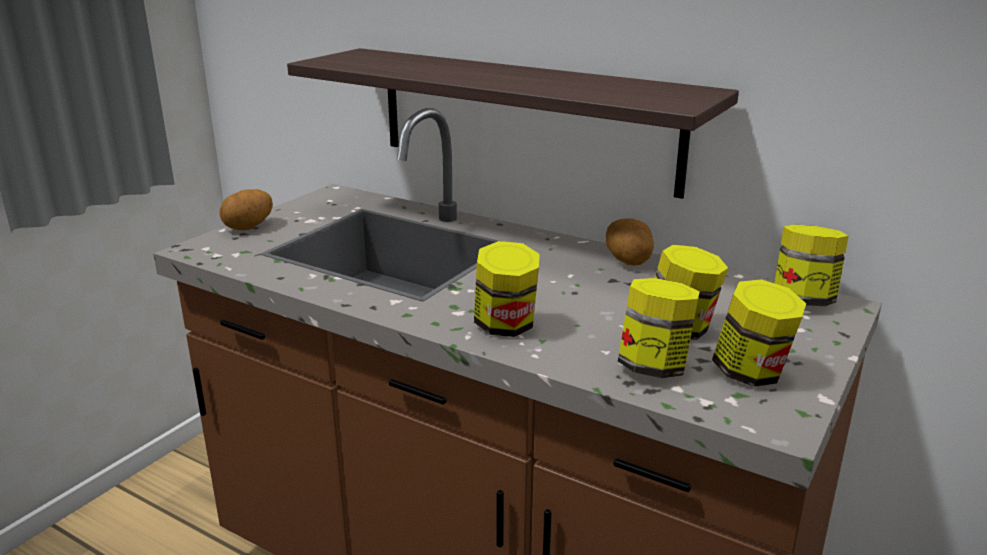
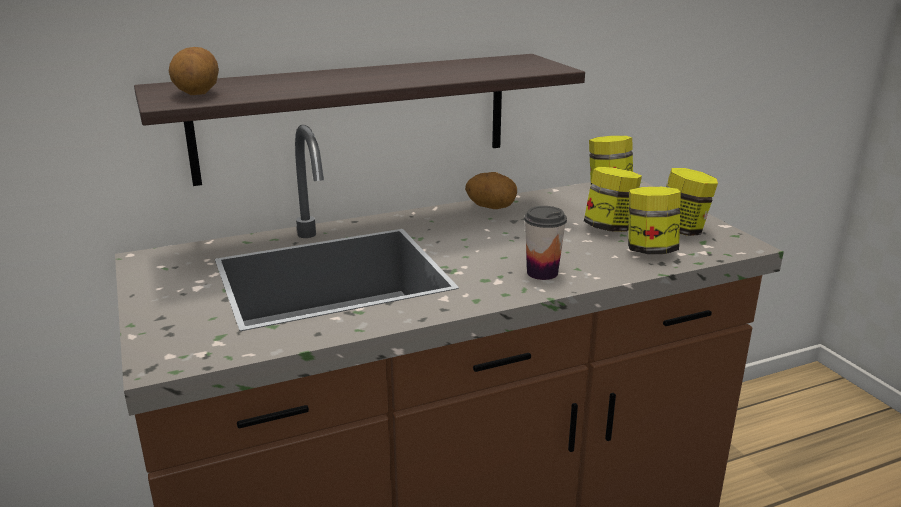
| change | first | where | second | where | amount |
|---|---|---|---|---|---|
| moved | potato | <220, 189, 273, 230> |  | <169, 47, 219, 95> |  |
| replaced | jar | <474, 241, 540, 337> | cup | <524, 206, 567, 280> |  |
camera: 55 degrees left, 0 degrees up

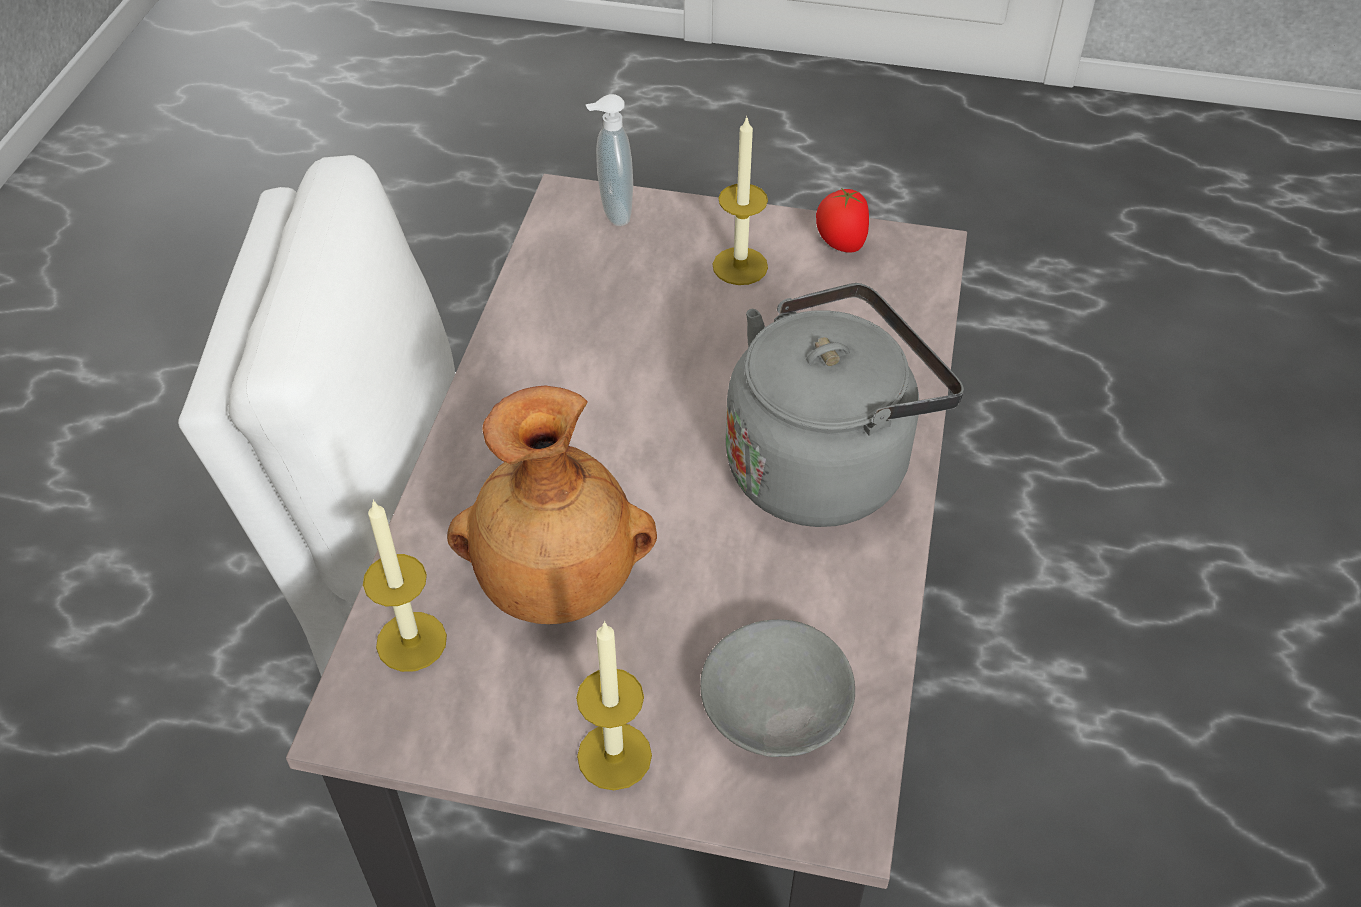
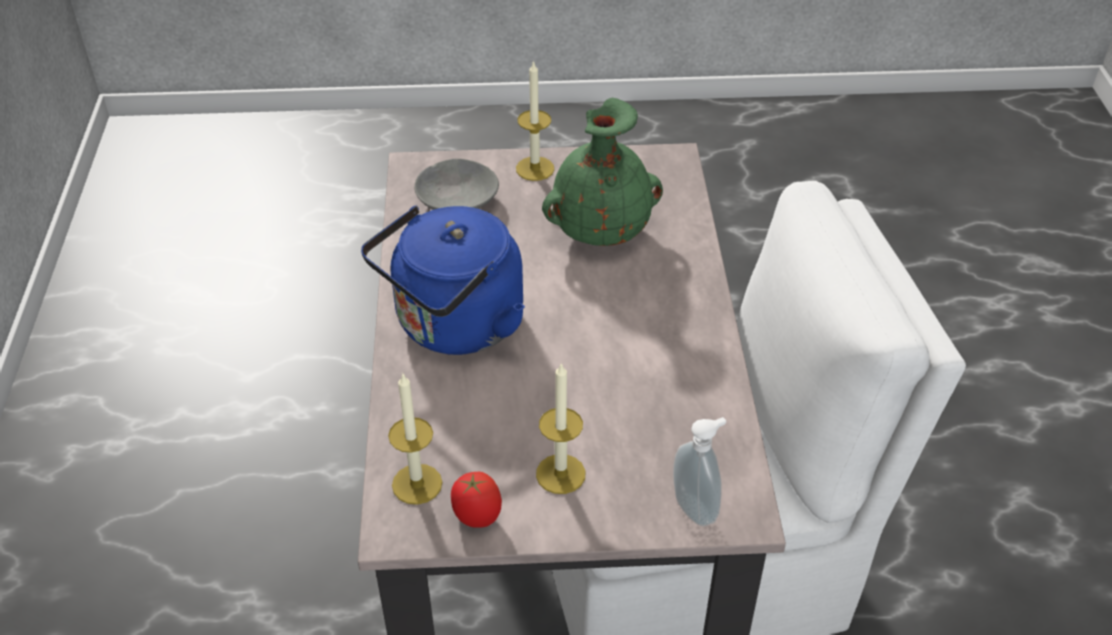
| change | first | where | second | where | amount |
|---|---|---|---|---|---|
| moved | candle | <363, 499, 447, 672> |  | <388, 373, 442, 505> |  |
| recoloured | vase/brown | <447, 386, 657, 624> | vase/green | <542, 98, 663, 246> |  |
| recoloured | kettle/grey | <725, 283, 964, 527> | kettle/blue | <361, 206, 525, 355> |  |
camera: 165 degrees right, 5 degrees down

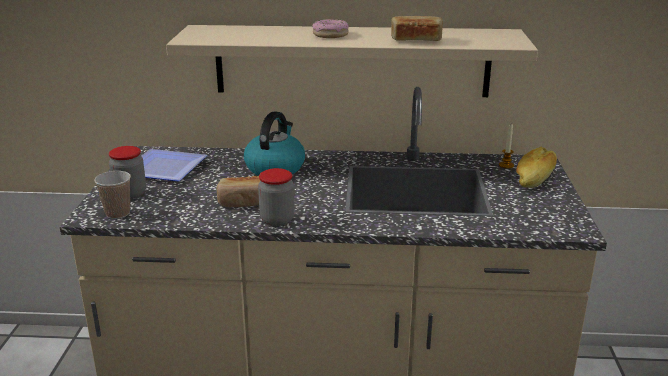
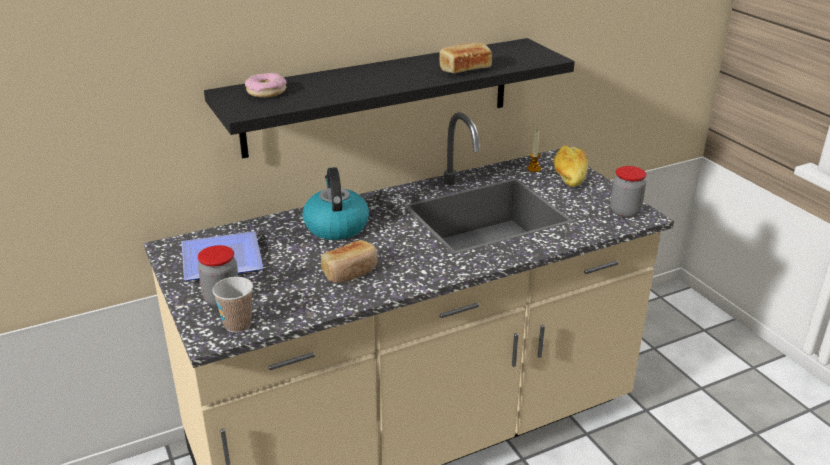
| change | first | where | second | where | amount |
|---|---|---|---|---|---|
| recoloured | shelf/beige | <166, 25, 538, 97> | shelf/black | <204, 38, 575, 158> |  |
| moved | jar | <258, 168, 295, 226> |  | <610, 166, 647, 218> |  |
| moved | donut | <312, 19, 349, 38> |  | <245, 73, 287, 98> |  |
camera: 30 degrees left, 5 degrees up

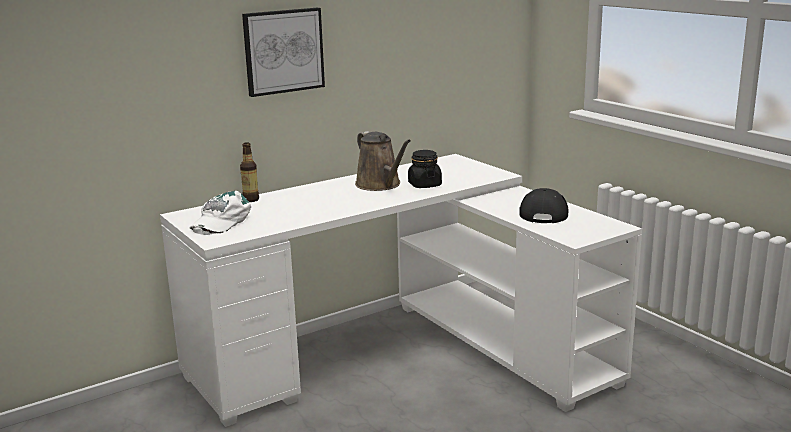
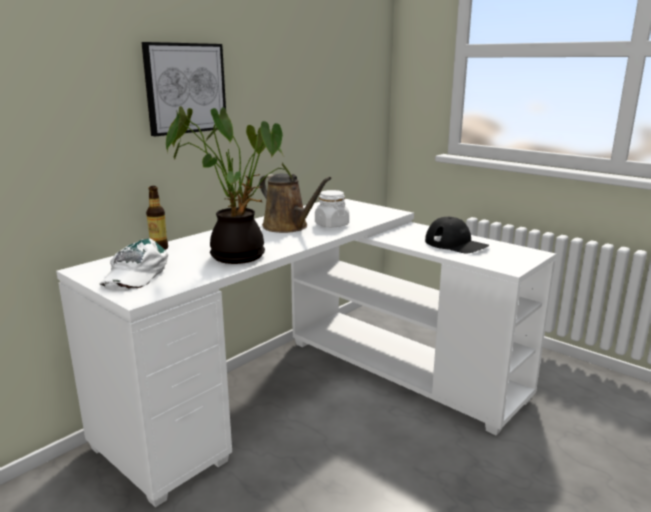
| change | first | where | second | where | amount |
|---|---|---|---|---|---|
| recoloured | jar/black | <408, 150, 442, 188> | jar/white | <315, 190, 349, 228> |  |
| turned | cap/black | <519, 188, 569, 223> |  | <425, 217, 489, 254> | 135 degrees clockwise |
| added |  |  | potted plant | <166, 106, 293, 264> |  |
camera: 15 degrees left, 0 degrees up

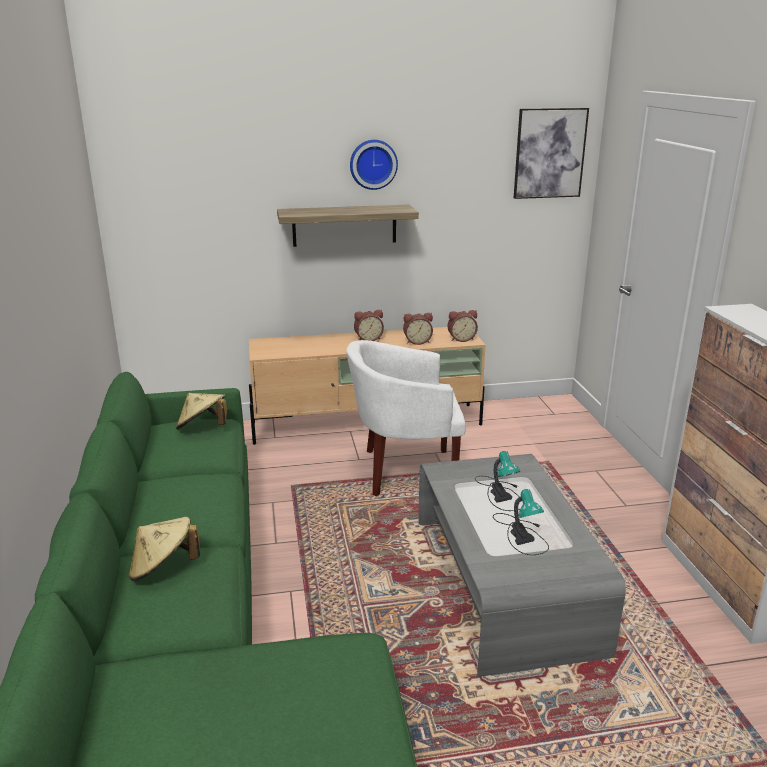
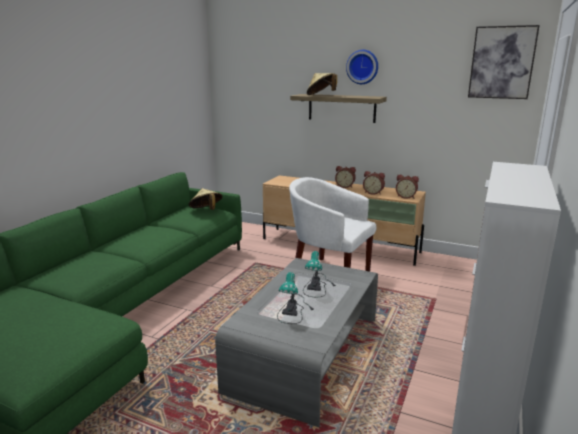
| change | first | where | second | where | amount |
|---|---|---|---|---|---|
| moved | hat/beige | <129, 517, 200, 581> |  | <307, 73, 337, 95> |  |
camera: 35 degrees right, 5 degrees down

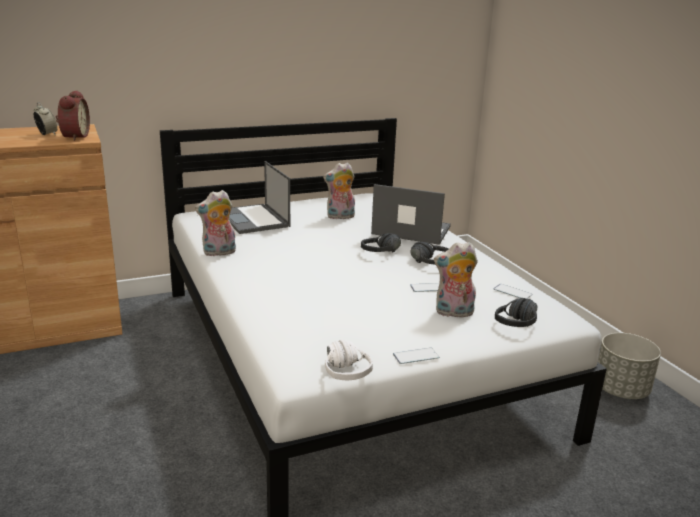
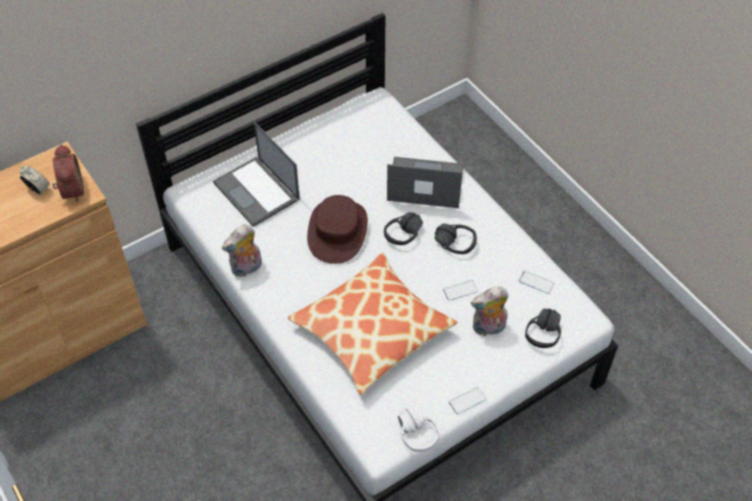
| change | first | where | second | where | amount |
|---|---|---|---|---|---|
| removed | plush toy | <323, 162, 355, 219> |  |  |  |
| removed | planter/grey | <598, 333, 661, 399> |  |  |  |
| added |  |  | pillow | <288, 253, 458, 395> |  |
| added |  |  | hat/brown | <307, 195, 368, 264> |  |
camera: 10 degrees left, 30 degrees up

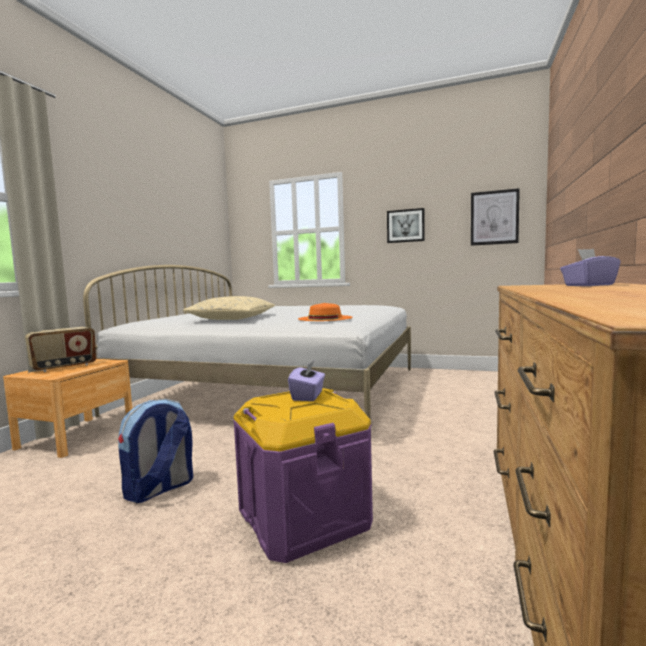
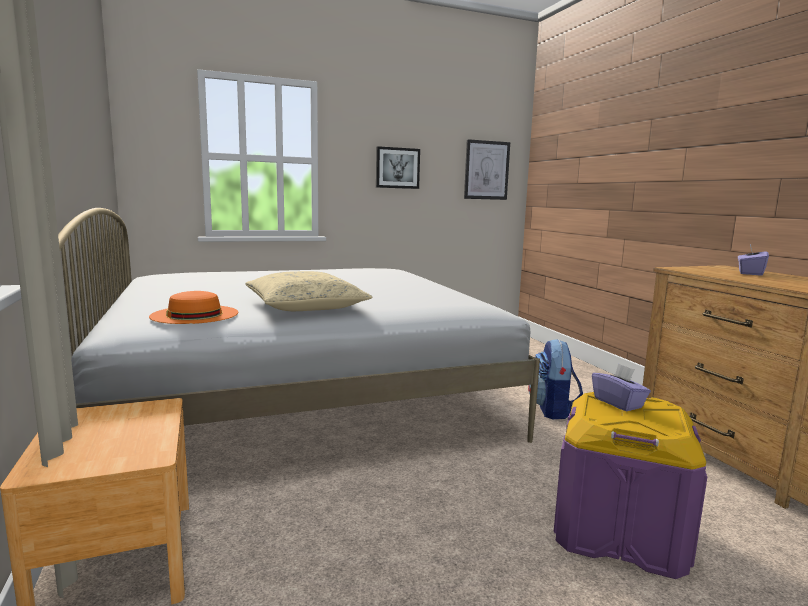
| change | first | where | second | where | amount |
|---|---|---|---|---|---|
| removed | radio | <25, 327, 96, 372> |  |  |  |
| moved | backpack | <118, 399, 193, 503> |  | <528, 339, 583, 419> |  |
| moved | hat/orange | <298, 303, 353, 321> |  | <149, 291, 238, 324> |  |
camera: 40 degrees left, 5 degrees up

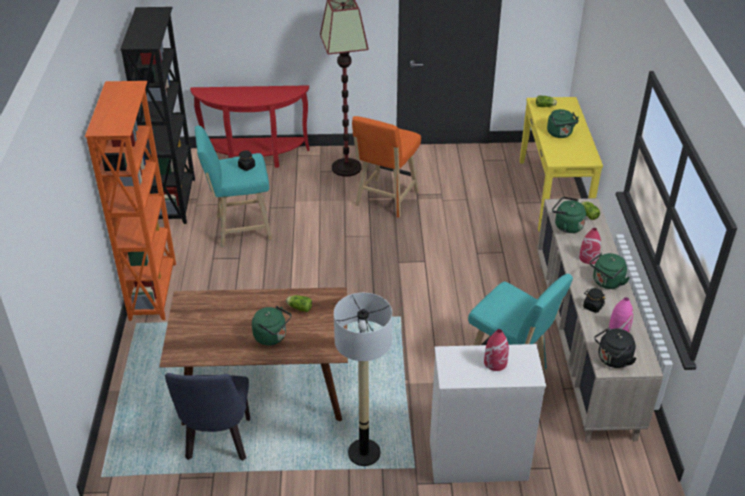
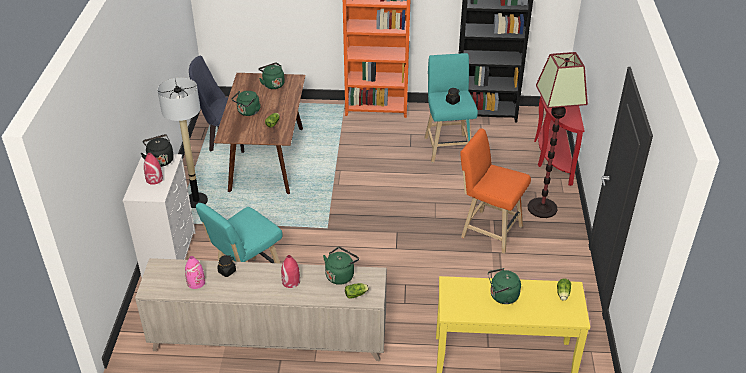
| change | first | where | second | where | amount |
|---|---|---|---|---|---|
| moved | kettle/green | <590, 253, 630, 289> |  | <258, 63, 285, 89> |  |
| moved | kettle/black | <594, 327, 637, 368> |  | <140, 134, 174, 167> |  |
camera: 95 degrees right, 0 degrees up

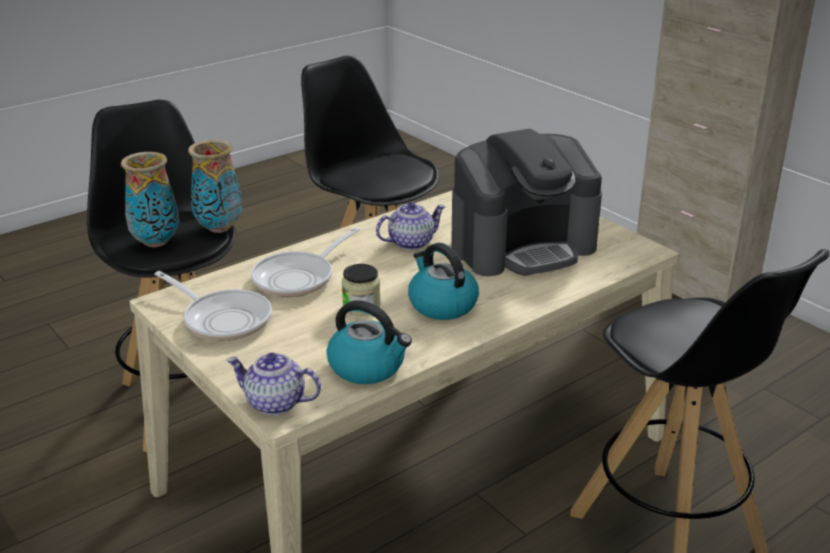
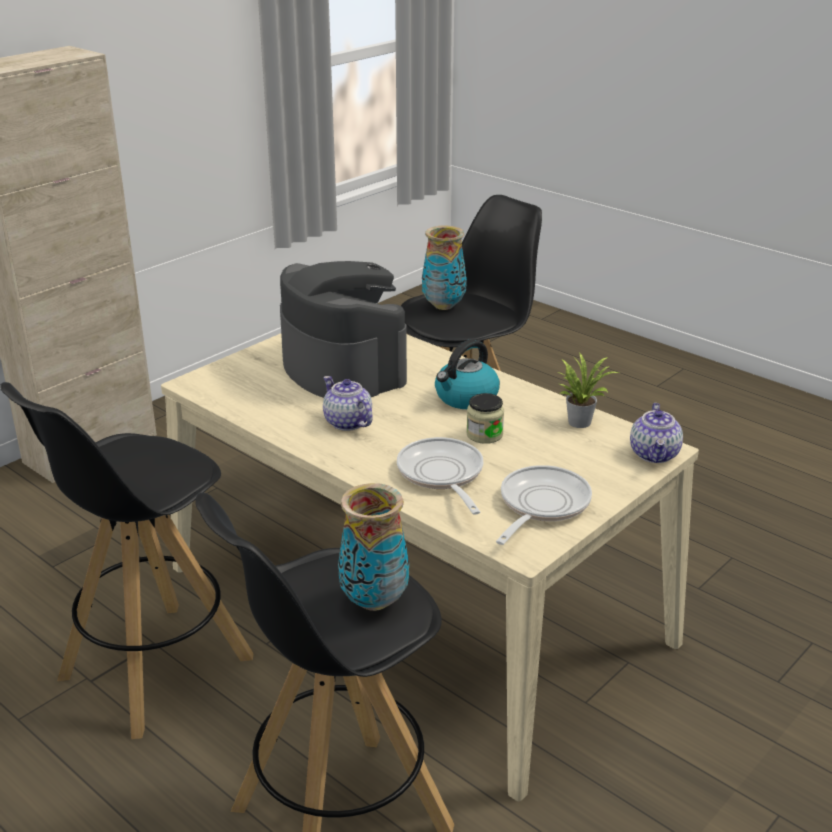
| change | first | where | second | where | amount |
|---|---|---|---|---|---|
| moved | vase | <188, 140, 242, 233> |  | <422, 226, 467, 310> |  |
| turned | frying pan | <251, 227, 360, 297> |  | <397, 437, 483, 515> | 135 degrees counterclockwise |
| replaced | kettle | <326, 300, 412, 384> | potted plant | <559, 353, 619, 428> |  |
camera: 100 degrees left, 0 degrees up

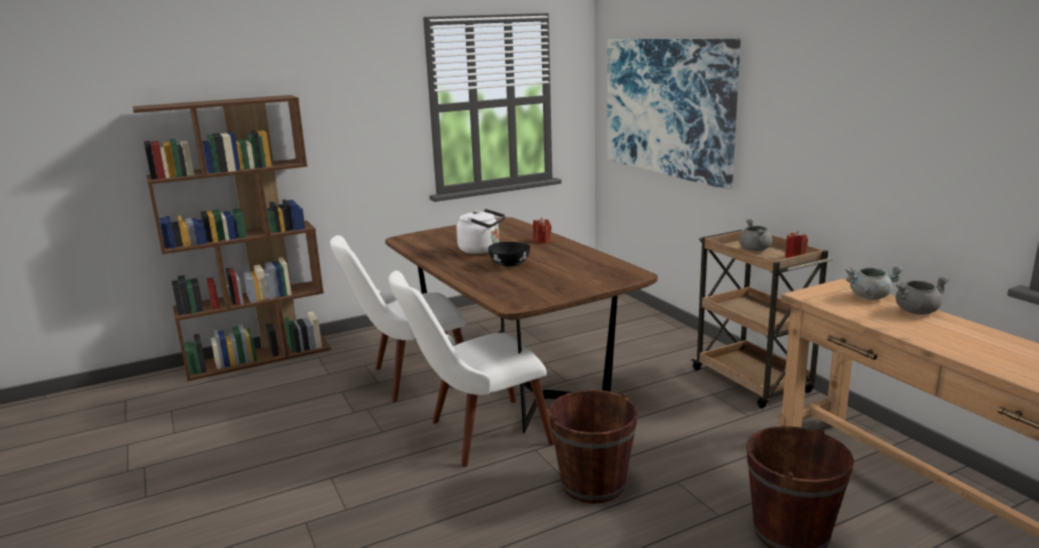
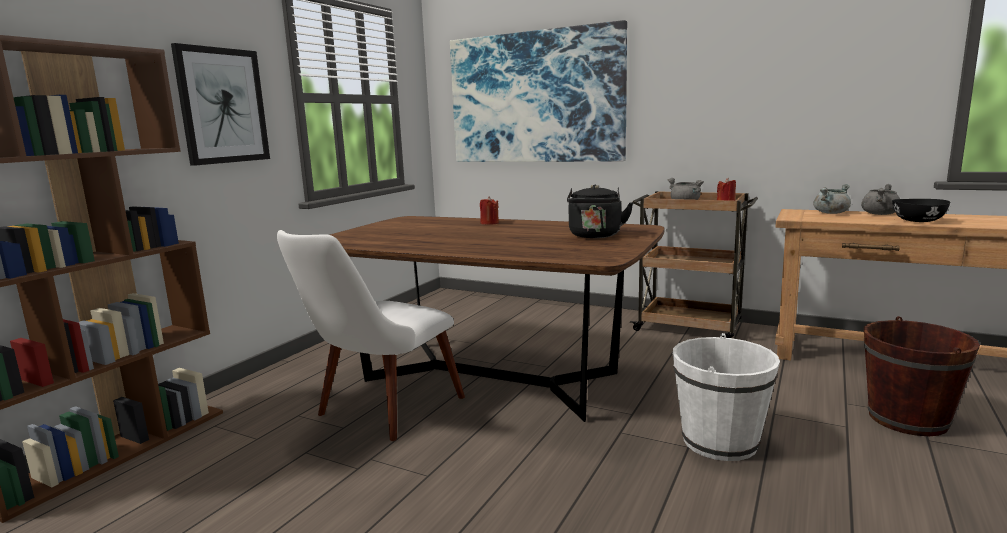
| change | first | where | second | where | amount |
|---|---|---|---|---|---|
| removed | chair/white | <389, 271, 554, 467> |  |  |  |
| removed | kettle/white | <456, 209, 506, 254> |  |  |  |
| moved | bowl/black | <488, 242, 530, 266> |  | <892, 199, 950, 222> |  |
| recoloured | bucket/brown | <548, 390, 638, 504> | bucket/white | <673, 333, 780, 461> |  |
| added |  |  | picture | <171, 43, 270, 166> |  |
| added |  |  | kettle/black | <567, 185, 634, 238> |  |
camera: 35 degrees left, 5 degrees down

